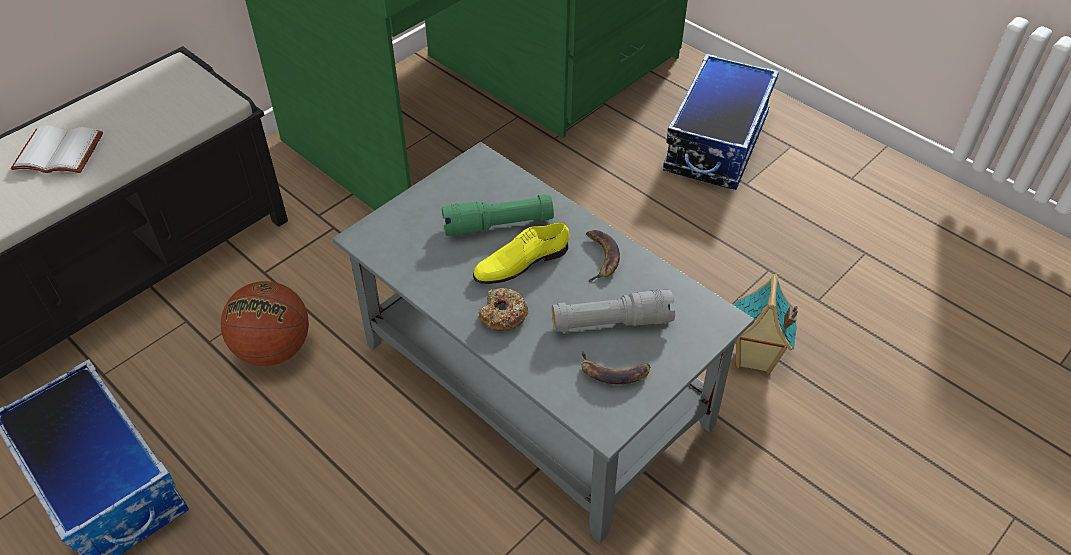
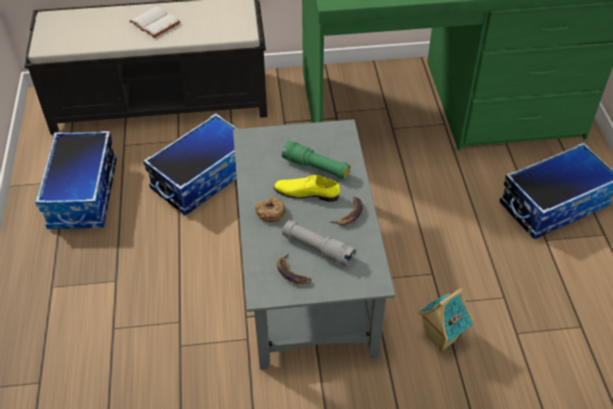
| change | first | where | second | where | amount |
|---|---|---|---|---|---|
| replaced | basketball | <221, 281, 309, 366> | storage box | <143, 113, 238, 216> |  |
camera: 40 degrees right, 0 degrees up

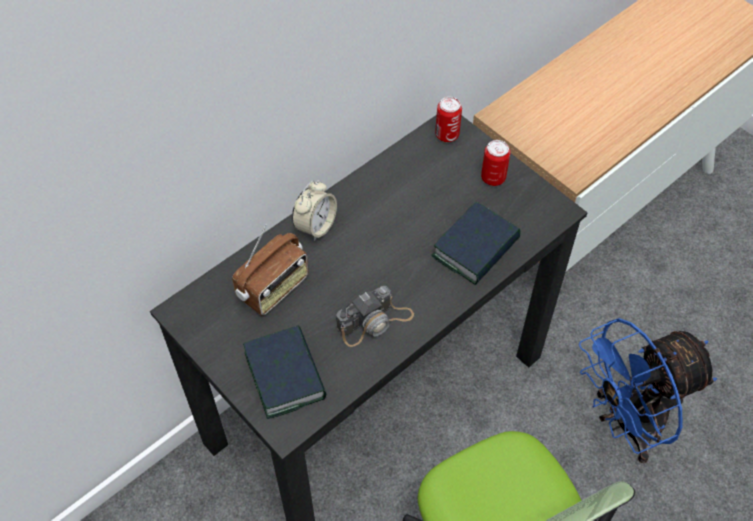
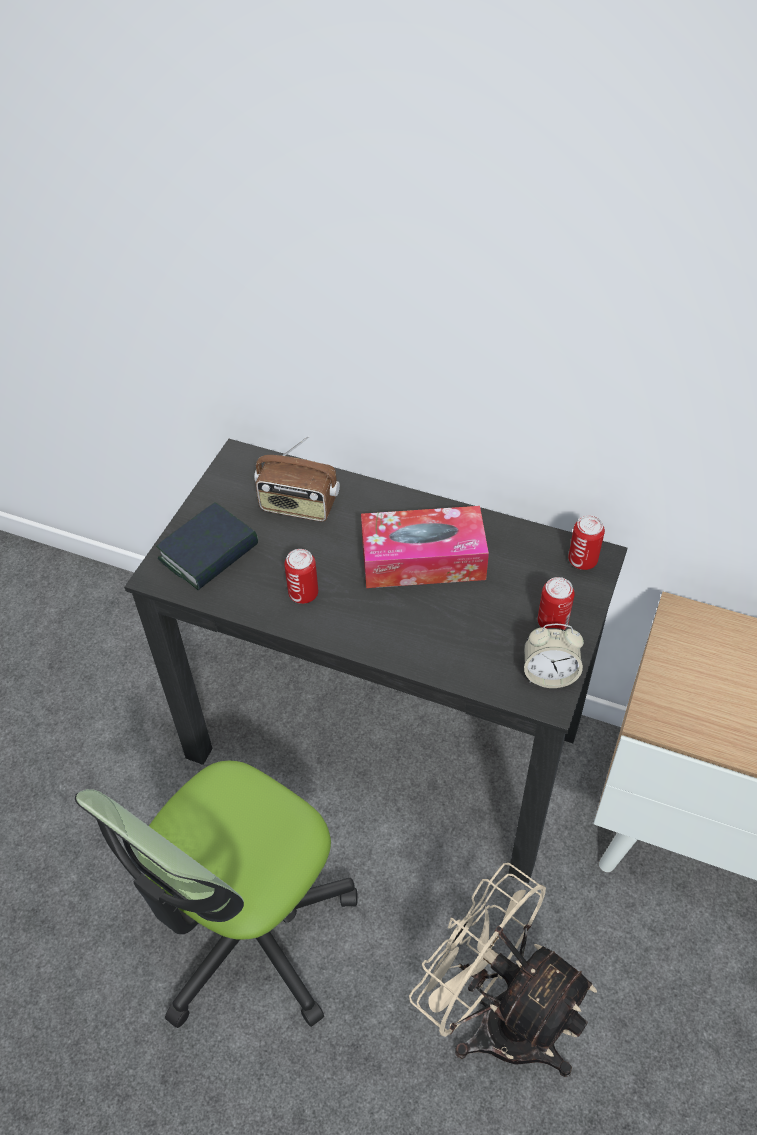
| change | first | where | second | where | amount |
|---|---|---|---|---|---|
| moved | alarm clock | <292, 180, 337, 241> |  | <524, 624, 584, 688> |  |
| replaced | photo camera | <336, 286, 414, 347> | can | <284, 549, 318, 604> |  |
| removed | book | <431, 202, 521, 285> |  |  |  |
| recoloured | fan/blue | <579, 318, 717, 463> | fan/beige | <409, 863, 597, 1077> |  |
| added |  |  | tissue box | <361, 506, 489, 588> |  |
camera: 65 degrees right, 5 degrees down

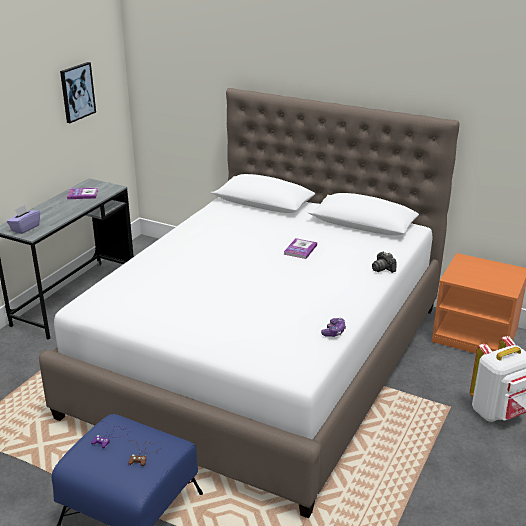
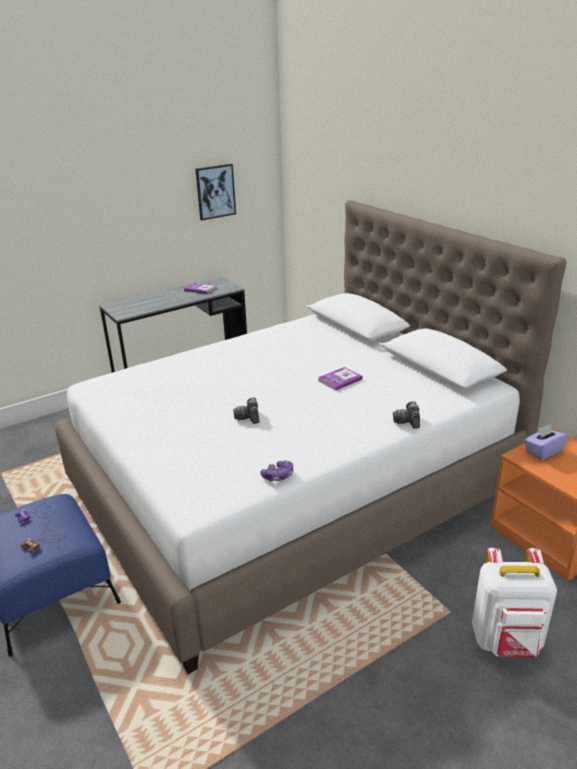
| change | first | where | second | where | amount |
|---|---|---|---|---|---|
| moved | tissue box/purple | <7, 205, 40, 234> |  | <524, 424, 568, 460> |  |
| added |  |  | photo camera | <233, 397, 259, 424> |  |
camera: 30 degrees right, 0 degrees up

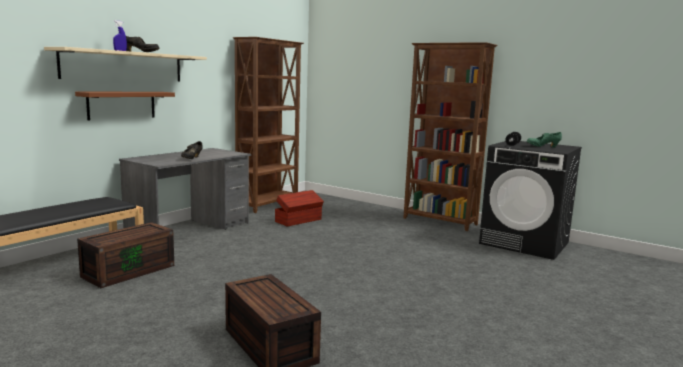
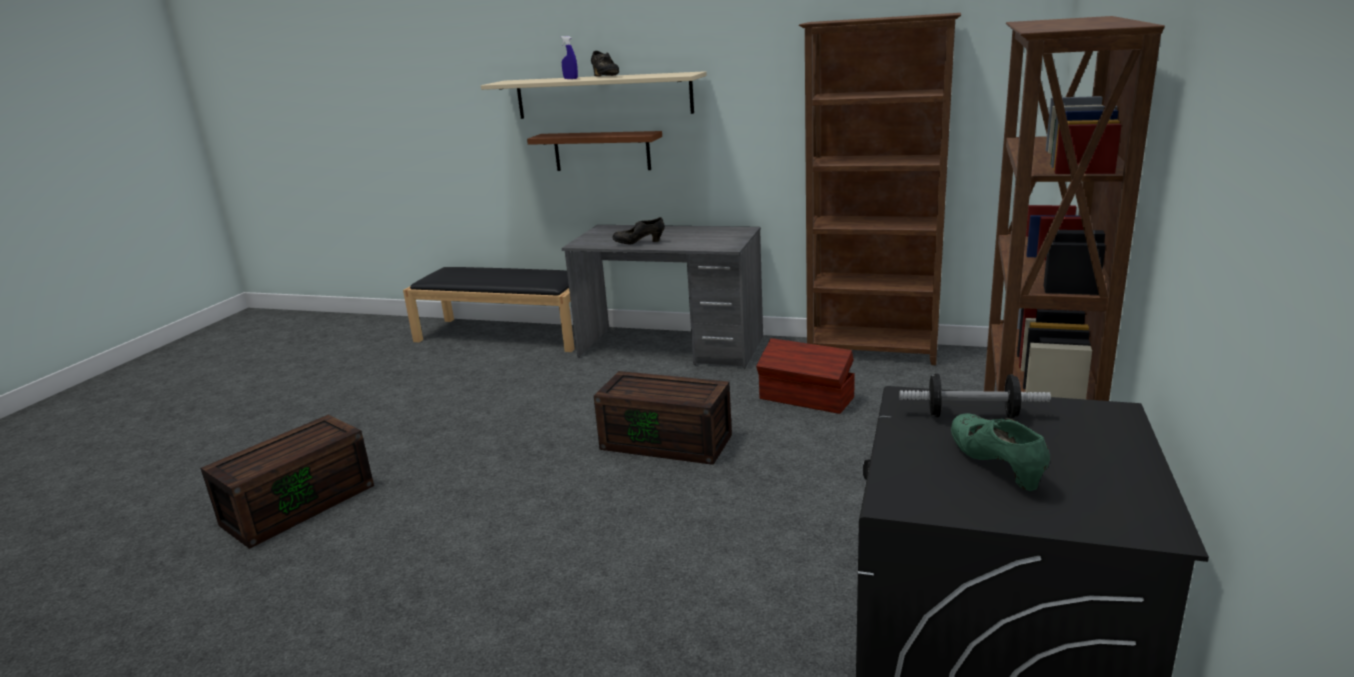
| change | first | where | second | where | amount |
|---|---|---|---|---|---|
| moved | storage box/brown | <77, 222, 174, 288> |  | <594, 371, 732, 465> |  |
camera: 75 degrees right, 10 degrees up

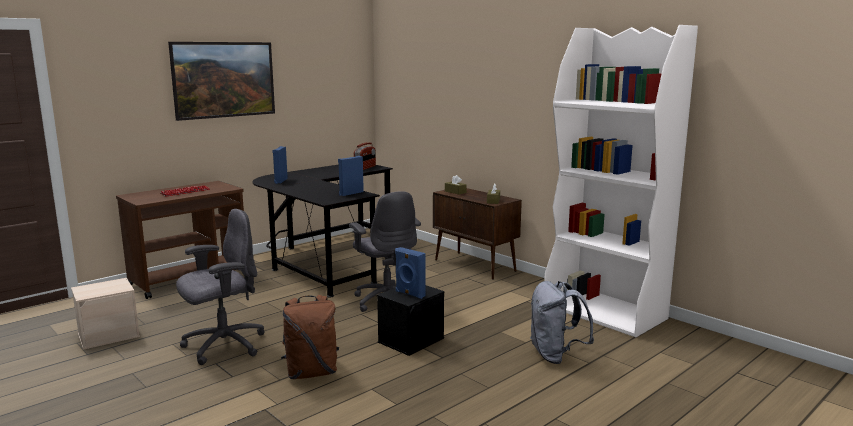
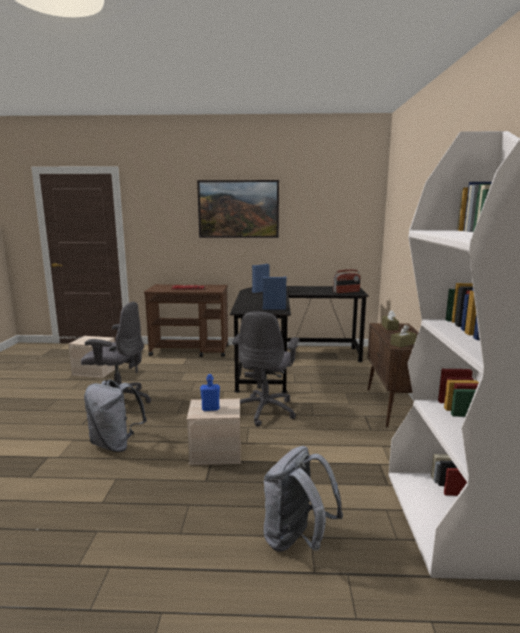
| change | first | where | second | where | amount |
|---|---|---|---|---|---|
| recoloured | backpack/brown | <281, 295, 339, 379> | backpack/grey | <84, 379, 147, 452> |  |
| recoloured | storage box/black | <377, 285, 444, 356> | storage box/beige | <187, 399, 241, 465> |  |
| replaced | speaker/blue | <395, 247, 426, 299> | bottle/blue | <200, 374, 220, 411> |  |
camera: 45 degrees right, 0 degrees up

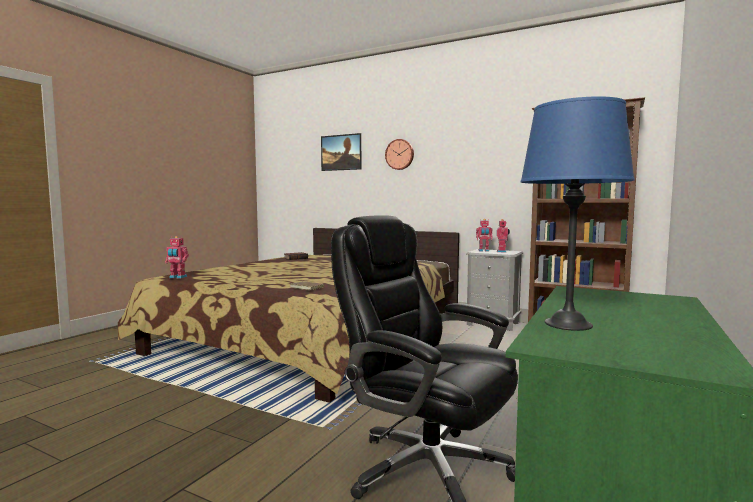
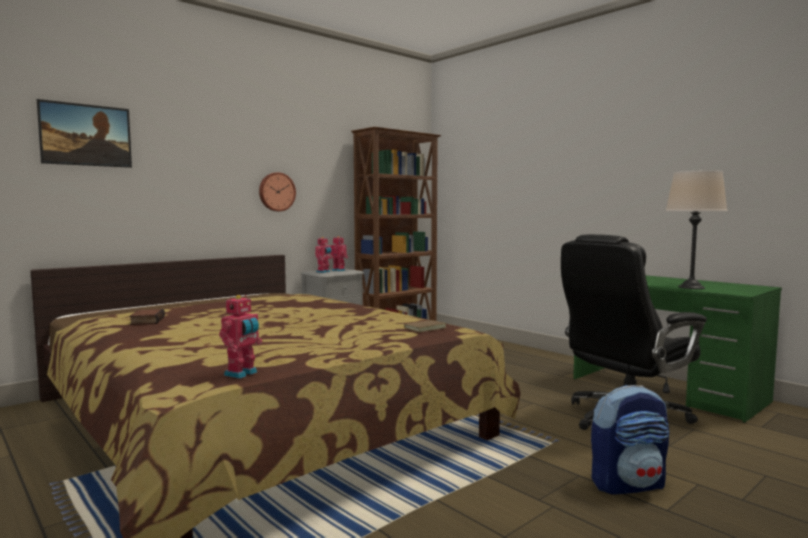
| change | first | where | second | where | amount |
|---|---|---|---|---|---|
| moved | wall clock | <385, 139, 414, 170> |  | <259, 172, 296, 211> |  |
| recoloured | table lamp/blue | <521, 96, 635, 331> | table lamp/beige | <666, 170, 727, 289> |  |
| added |  |  | backpack | <591, 385, 669, 495> |  |
camera: 70 degrees left, 0 degrees up

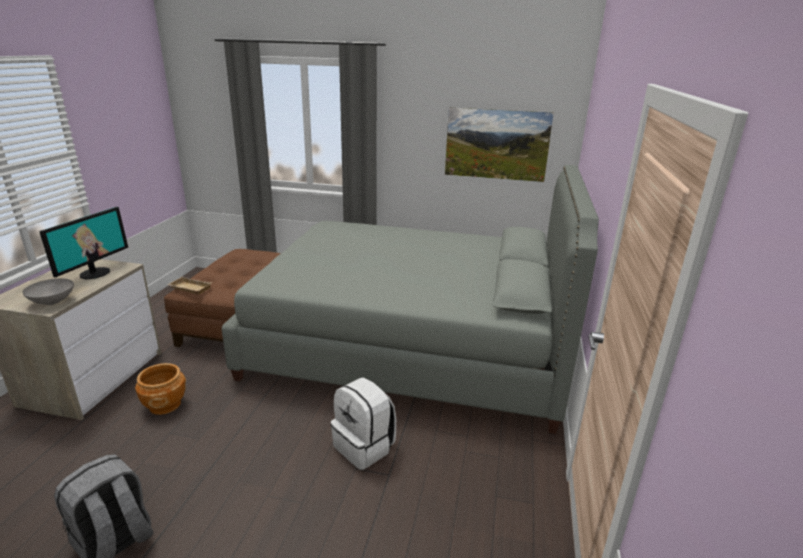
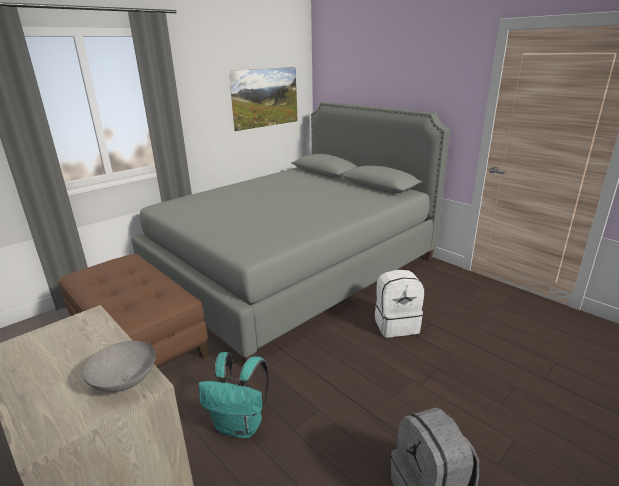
| change | first | where | second | where | amount |
|---|---|---|---|---|---|
| removed | monitor | <39, 207, 128, 279> |  |  |  |
| replaced | planter/brown | <135, 363, 186, 415> | backpack/turquoise | <198, 352, 269, 438> |  |
| removed | tray/beige | <168, 276, 212, 294> |  |  |  |
camera: 55 degrees left, 0 degrees up

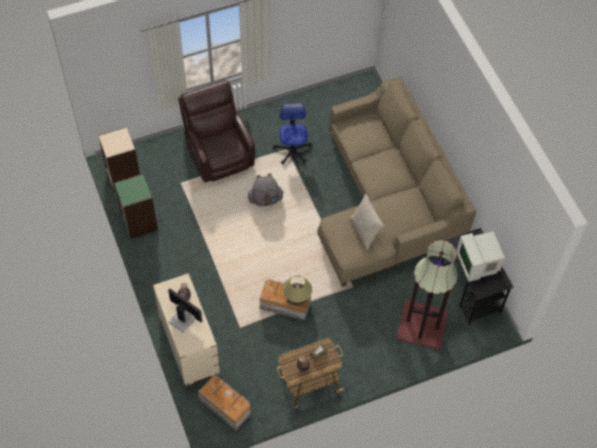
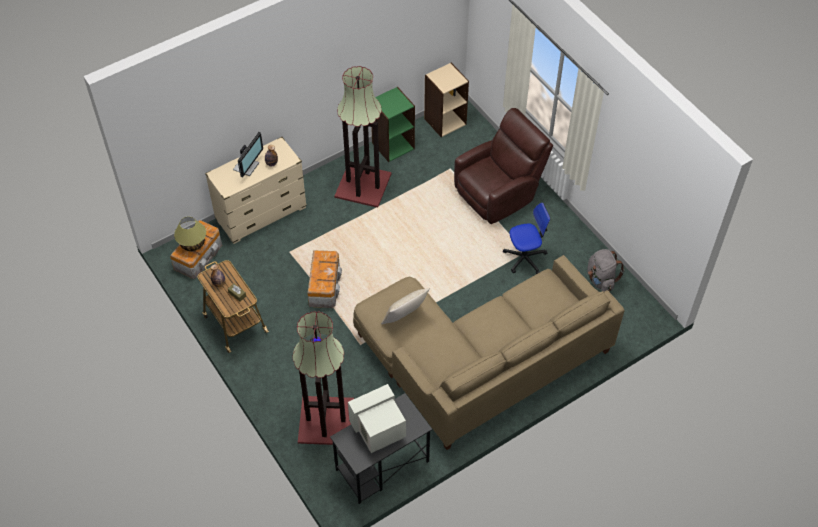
| change | first | where | second | where | amount |
|---|---|---|---|---|---|
| moved | backpack/grey | <248, 173, 284, 206> |  | <587, 249, 624, 292> |  |
| moved | table lamp | <283, 275, 312, 305> |  | <174, 217, 206, 251> |  |
| added |  |  | floor lamp | <334, 66, 391, 207> |  |
camera: 80 degrees right, 5 degrees down

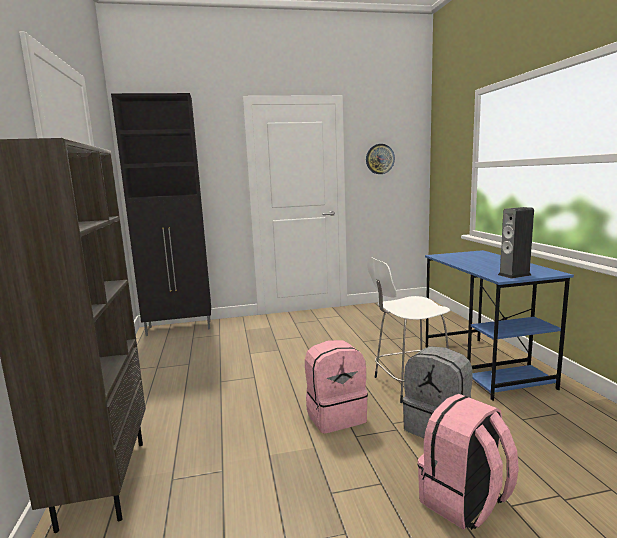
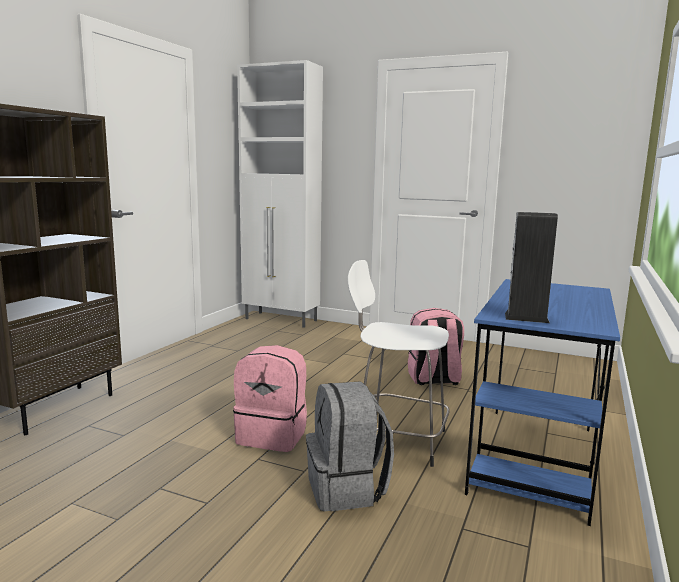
| change | first | where | second | where | amount |
|---|---|---|---|---|---|
| recoloured | cabinet/black | <111, 93, 211, 336> | cabinet/white | <237, 60, 323, 328> |  |
| removed | wall clock | <366, 144, 395, 174> |  |  |  |
| moved | backpack/pink | <417, 394, 519, 530> |  | <408, 308, 464, 385> |  |
camera: 35 degrees right, 0 degrees up

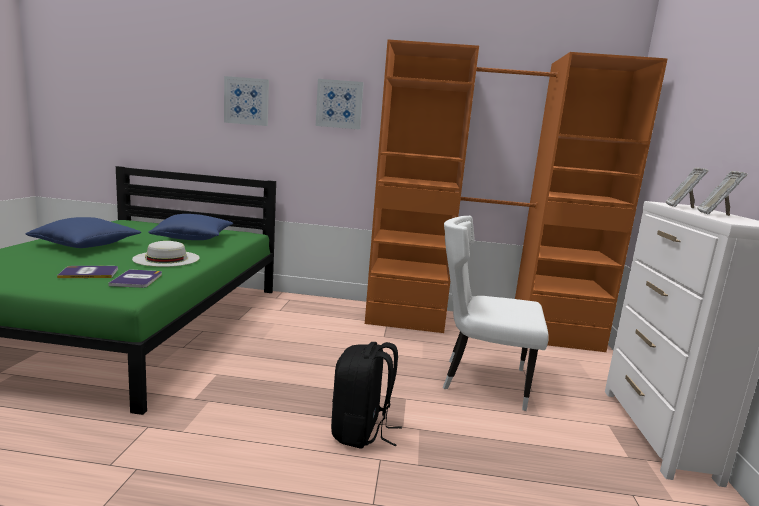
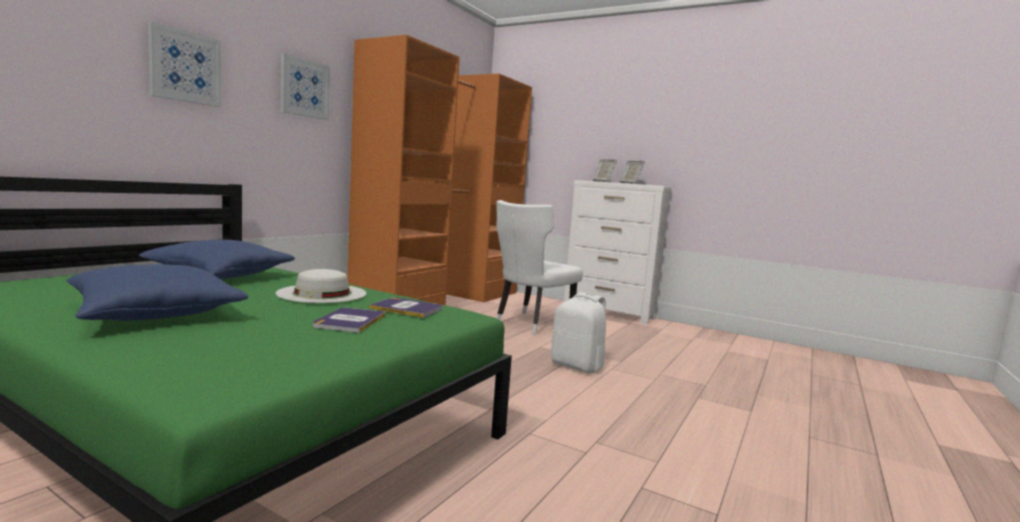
| change | first | where | second | where | amount |
|---|---|---|---|---|---|
| recoloured | backpack/black | <331, 342, 402, 449> | backpack/white | <551, 292, 606, 373> |  |
camera: 65 degrees left, 5 degrees down

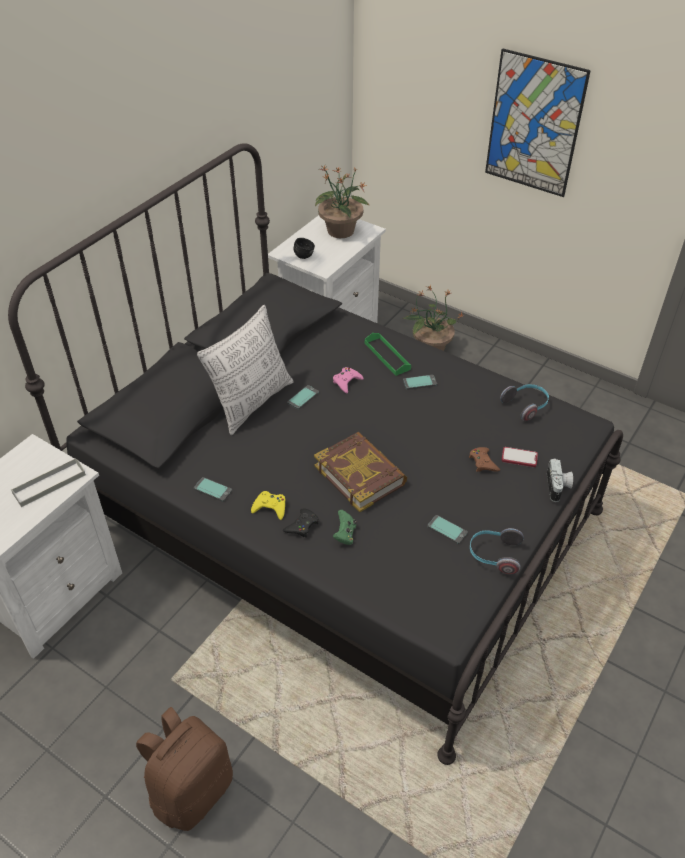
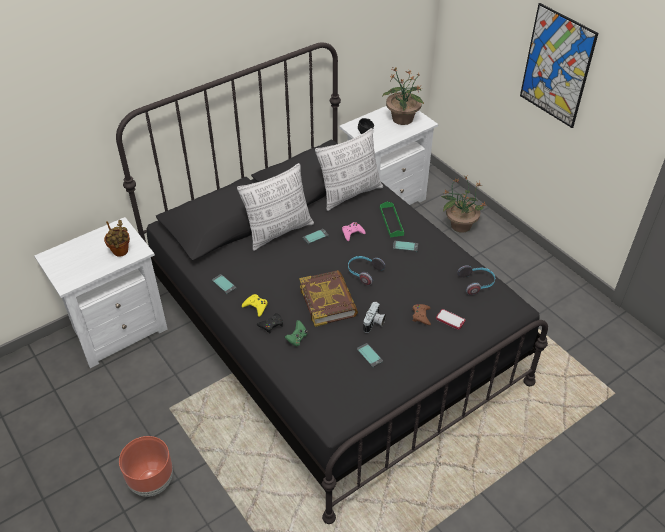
| change | first | where | second | where | amount |
|---|---|---|---|---|---|
| replaced | tray/grey | <11, 458, 86, 507> | potted plant | <104, 220, 130, 257> |  |
| replaced | backpack/brown | <136, 707, 233, 831> | planter/brown | <119, 436, 173, 497> |  |
| moved | headphones | <470, 528, 524, 574> |  | <348, 256, 385, 285> |  |
| moved | photo camera | <547, 458, 573, 502> |  | <363, 302, 386, 333> |  |
| added |  |  | pillow | <315, 128, 383, 211> |  |
camera: 20 degrees right, 0 degrees up

